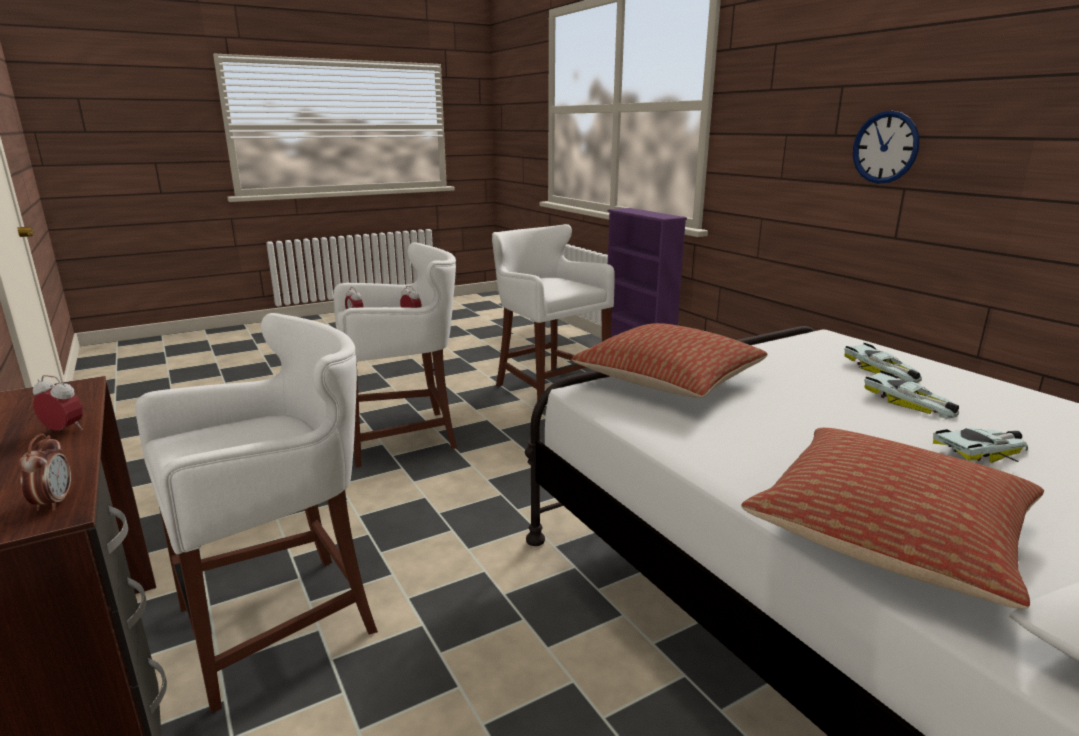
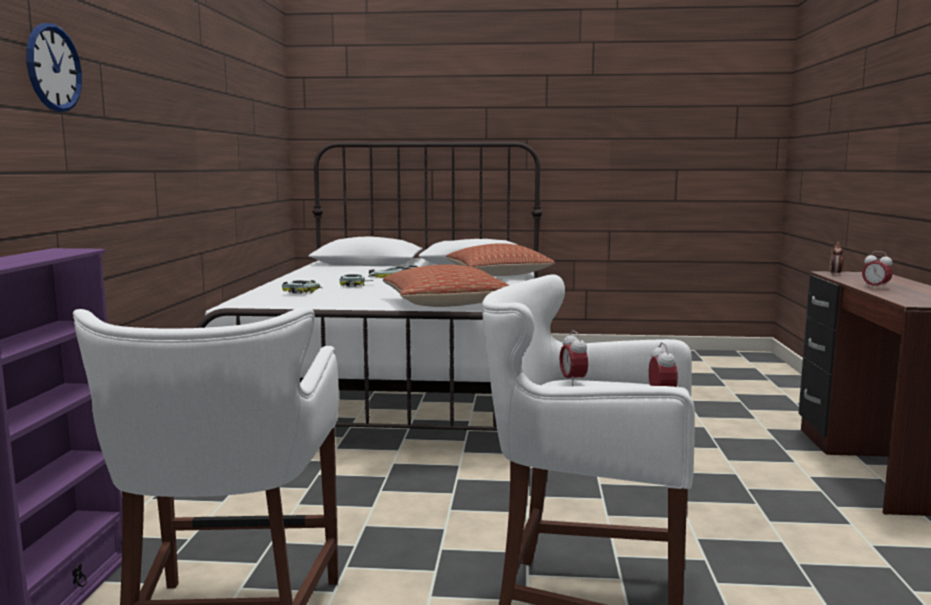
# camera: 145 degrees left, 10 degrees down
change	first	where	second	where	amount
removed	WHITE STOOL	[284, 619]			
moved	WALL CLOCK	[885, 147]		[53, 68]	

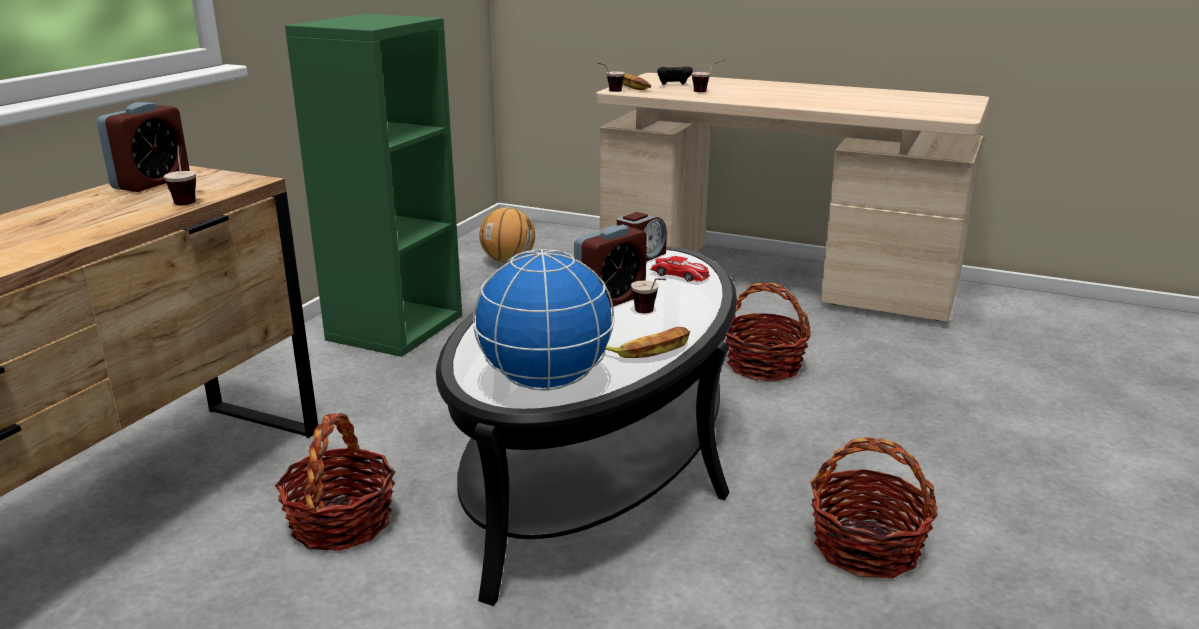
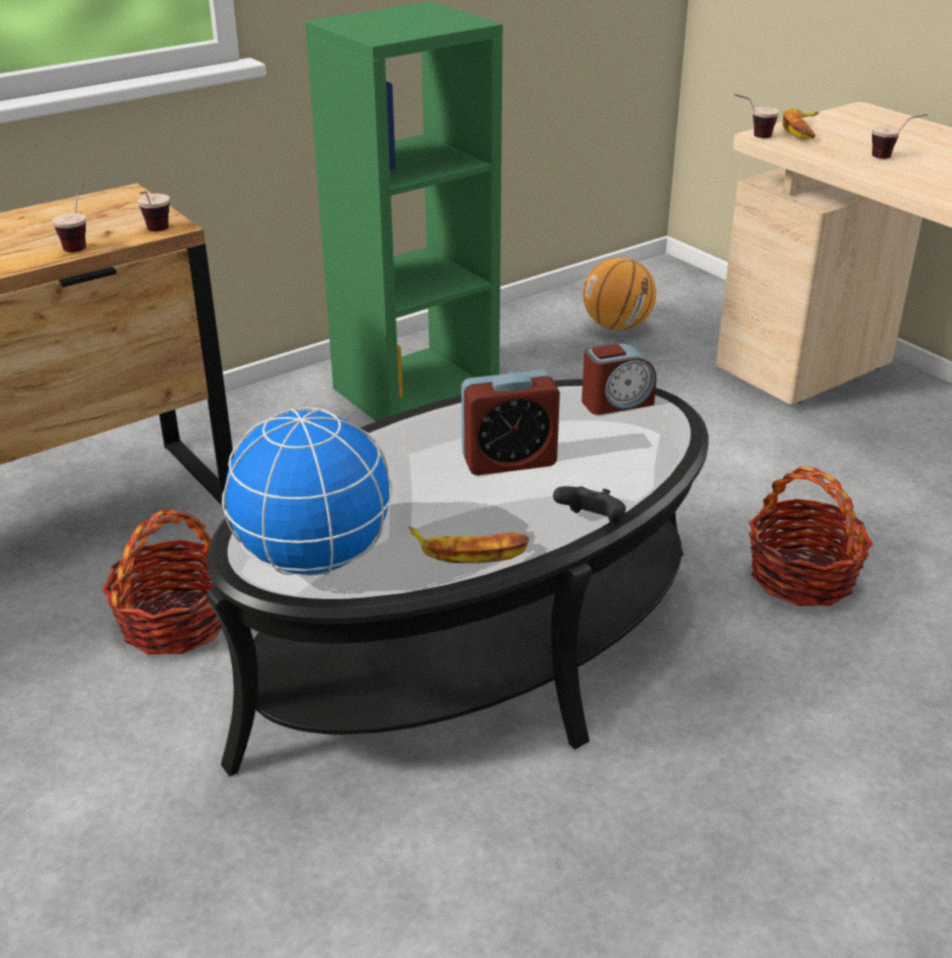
# camera: 30 degrees right, 10 degrees up
change	first	where	second	where	amount
removed	ALARM CLOCK	[151, 183]			
removed	TOY CAR	[680, 275]			
removed	BASKET	[866, 548]			
moved	CUP	[650, 314]		[155, 233]	
moved	BLACK GAME CONTROLLER	[673, 85]		[591, 522]	

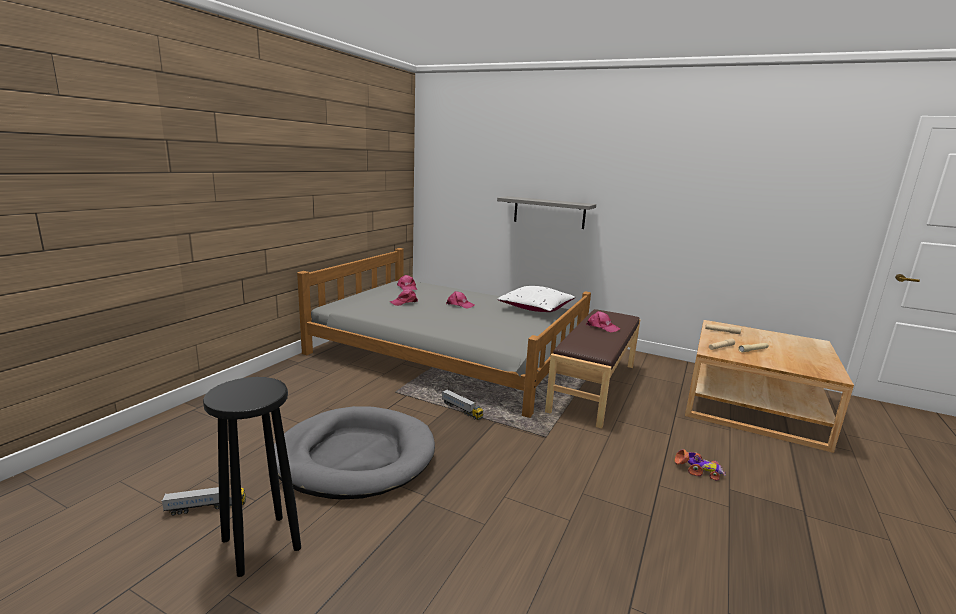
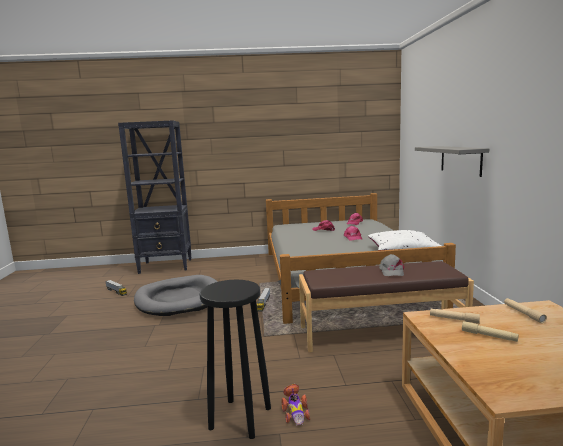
# camera: 60 degrees right, 5 degrees down
change	first	where	second	where	amount
added			BLACK BOOKCASE	[166, 266]	
moved	BLACK STOOL	[261, 545]		[240, 418]	
recoloured	PINK CAP	[602, 327]	GREY CAP	[391, 271]	

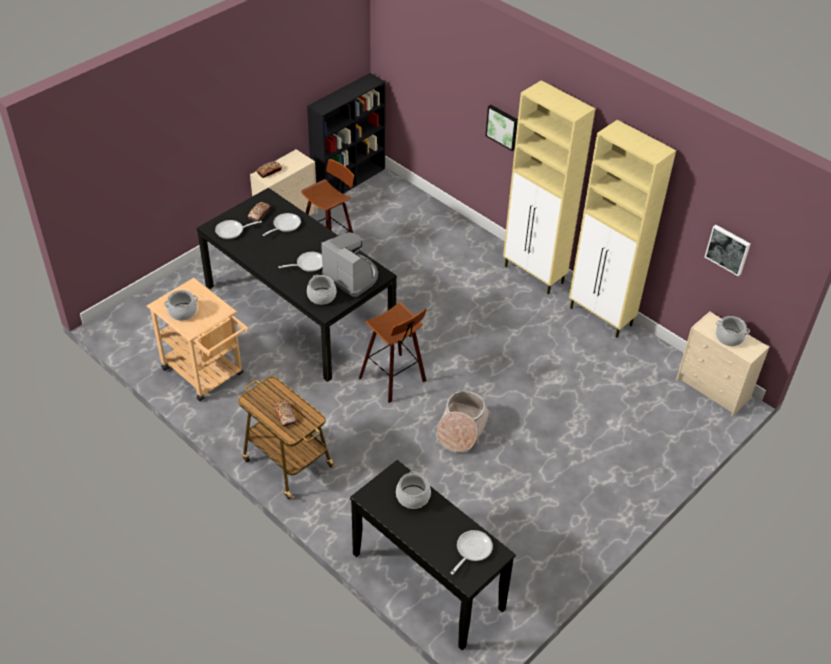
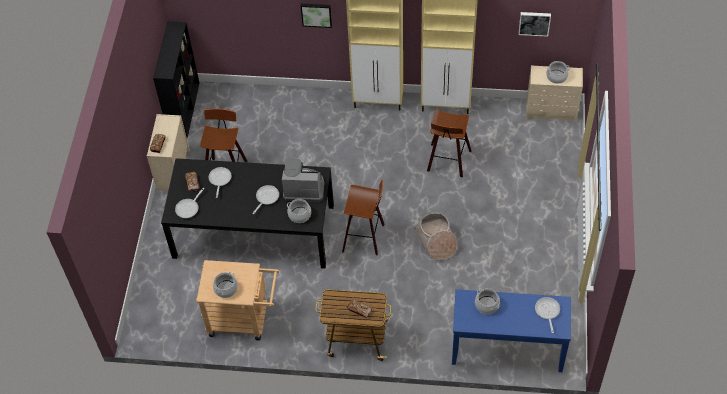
# camera: 35 degrees left, 10 degrees up
change	first	where	second	where	amount
added			STOOL	[448, 162]	
recoloured	BLACK CONSOLE TABLE	[427, 581]	BLUE CONSOLE TABLE	[507, 348]	

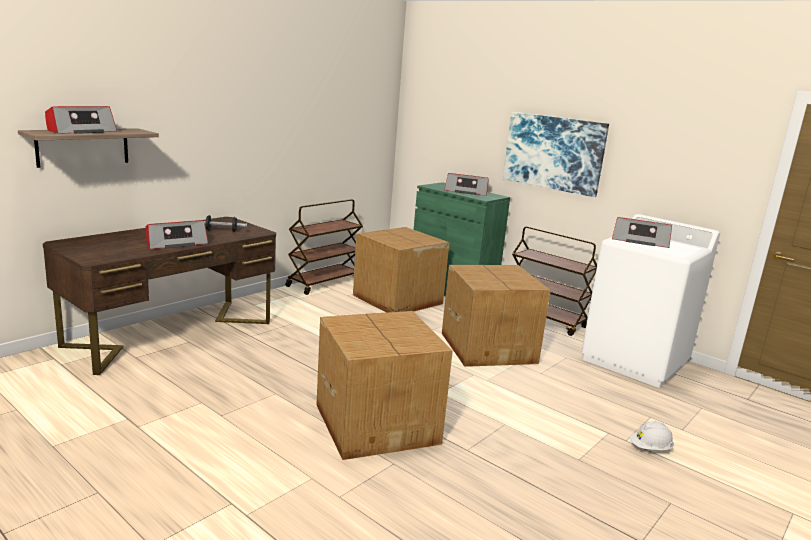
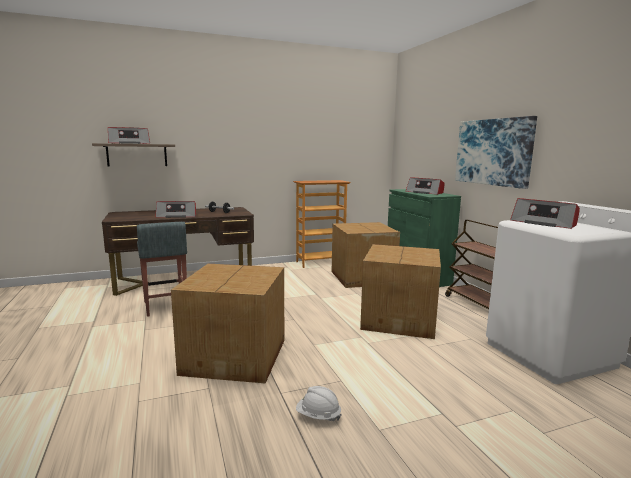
# camera: 30 degrees right, 5 degrees down
change	first	where	second	where	amount
added			GREY STOOL	[165, 306]	
moved	WHITE HARD HAT	[650, 448]		[318, 416]	
replaced	BROWN CART	[324, 283]	BOOKCASE	[320, 262]	

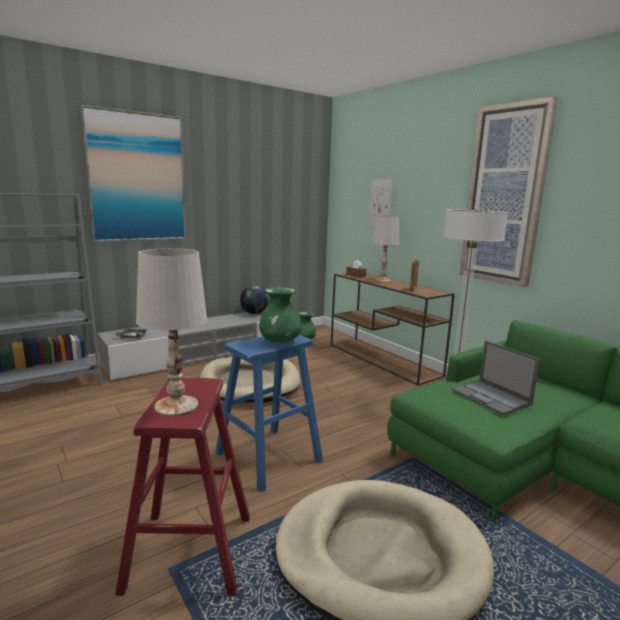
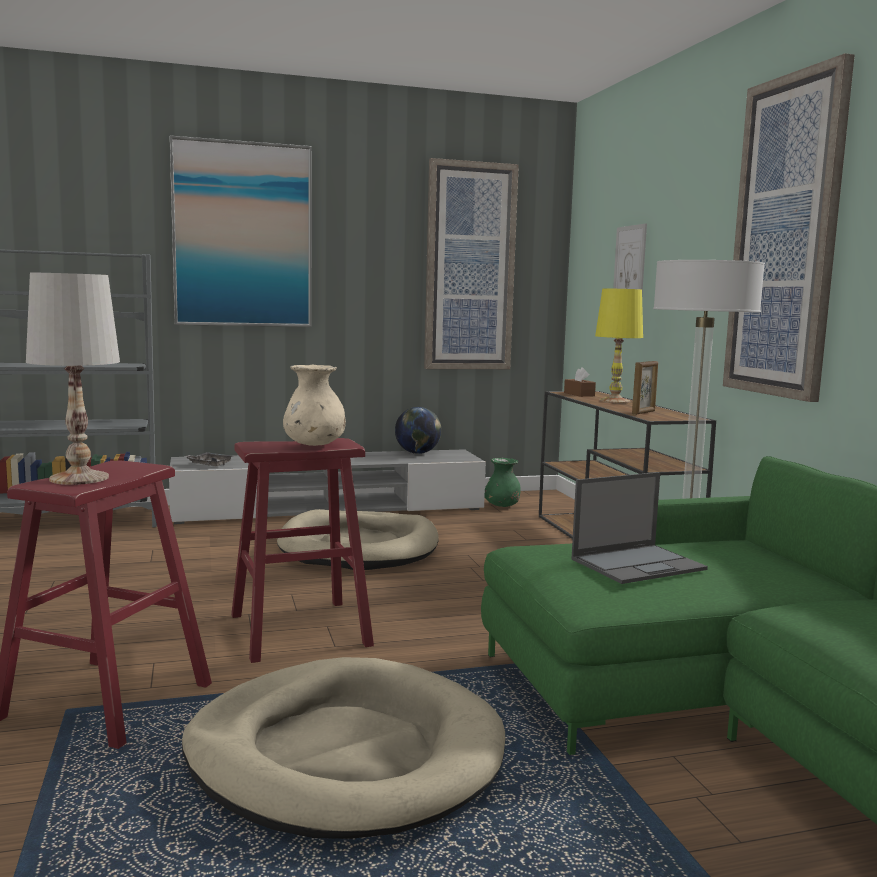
# camera: 20 degrees right, 5 degrees down
change	first	where	second	where	amount
added			PICTURE	[469, 267]	
recoloured	BLUE STOOL	[268, 457]	RED STOOL	[300, 630]	
recoloured	GREEN VASE	[280, 341]	BEIGE VASE	[314, 445]	
recoloured	WHITE TABLE LAMP	[382, 280]	YELLOW TABLE LAMP	[615, 401]	
turned	LAPTOP	[491, 397]		[639, 564]	105 degrees counterclockwise

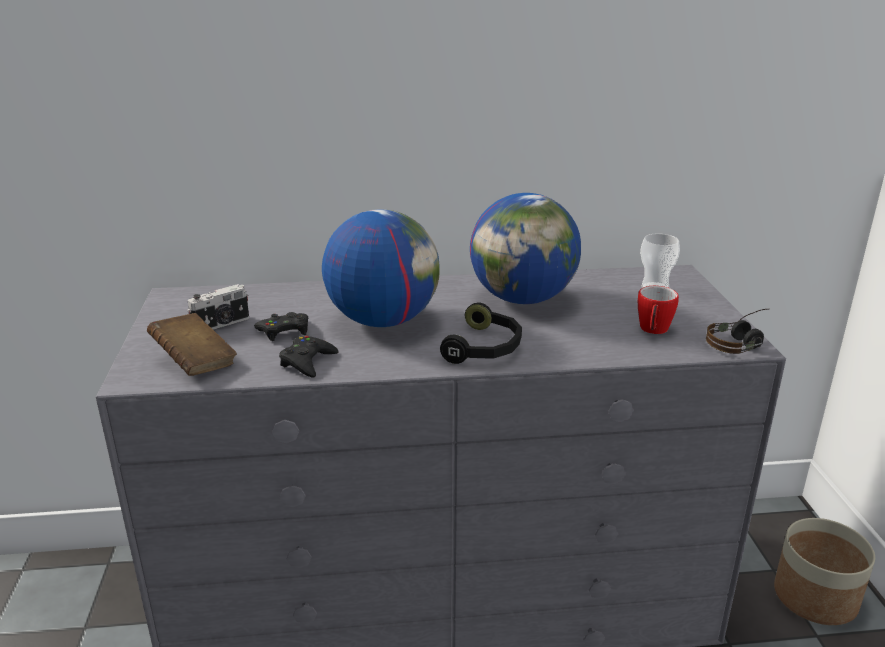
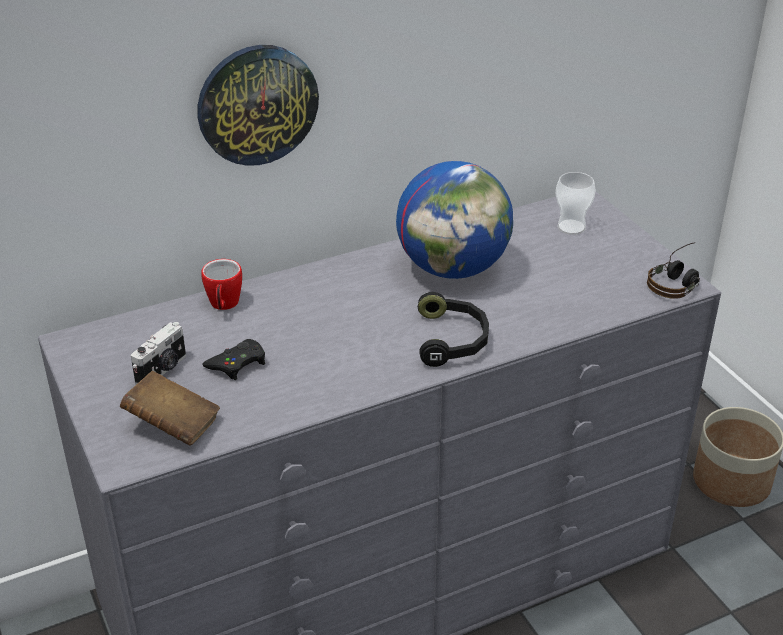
# camera: 20 degrees left, 10 degrees up
change	first	where	second	where	amount
removed	BLACK GAME CONTROLLER	[307, 362]			
removed	GLOBE	[382, 320]			
added			WALL CLOCK	[257, 104]	
moved	MUG	[653, 331]		[224, 306]	

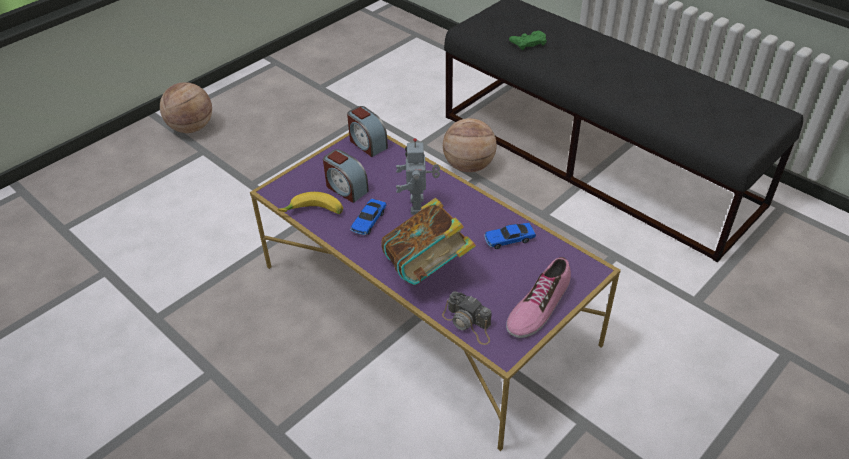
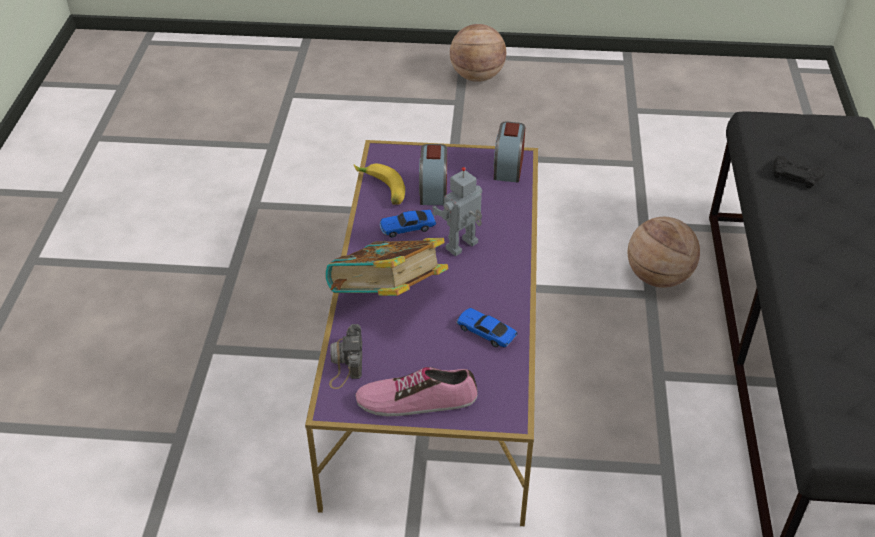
# camera: 50 degrees right, 0 degrees up
change	first	where	second	where	amount
recoloured	GREEN GAME CONTROLLER	[528, 43]	BLACK GAME CONTROLLER	[795, 175]	

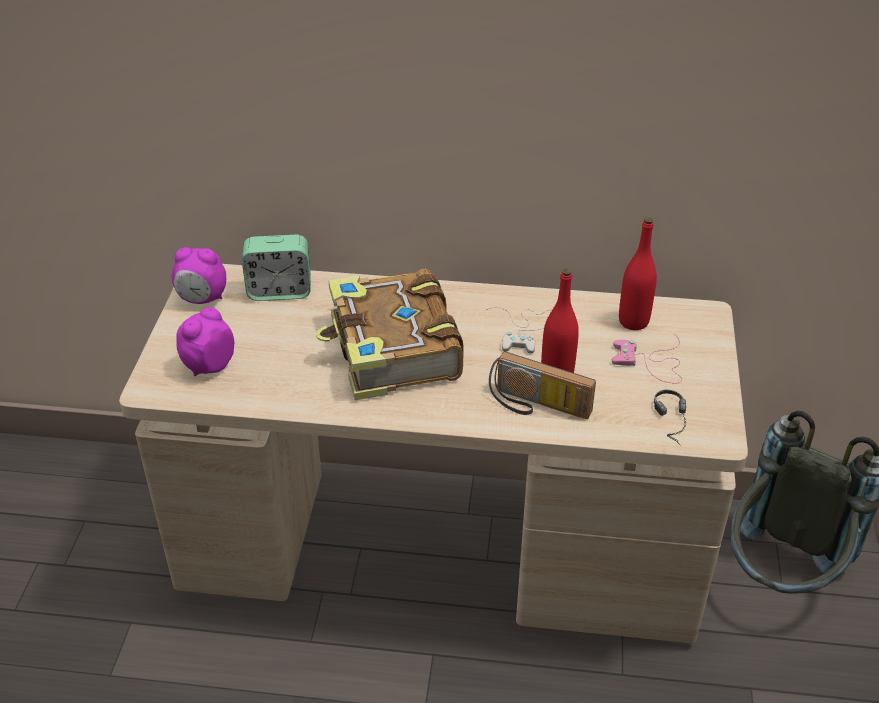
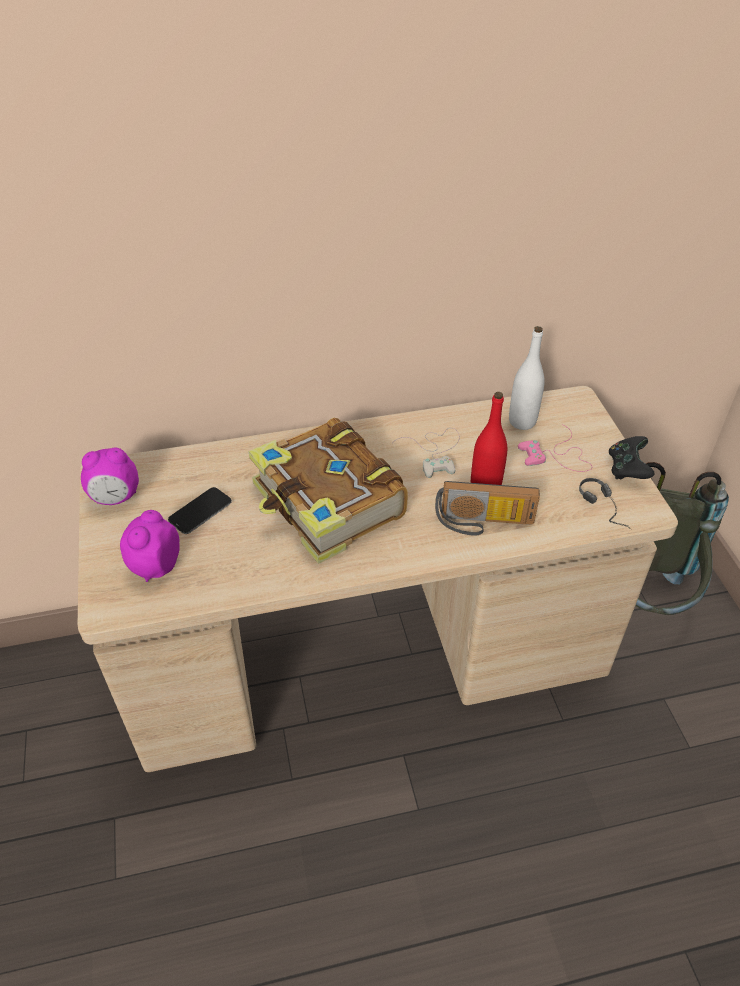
# camera: 20 degrees left, 5 degrees up
change	first	where	second	where	amount
removed	ALARM CLOCK	[279, 291]			
added			PHONE	[200, 511]	
added			BLACK GAME CONTROLLER	[627, 469]	
recoloured	RED BOTTLE	[633, 321]	WHITE BOTTLE	[522, 421]	

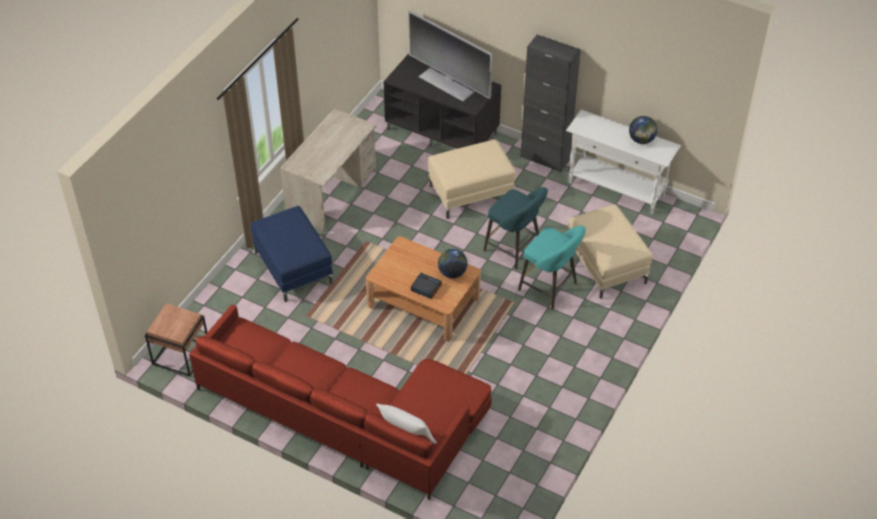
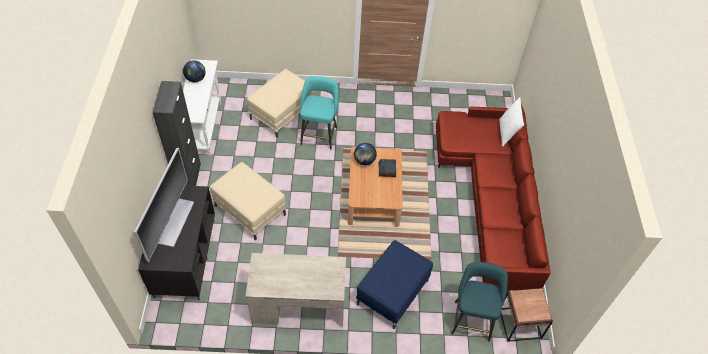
# camera: 120 degrees left, 5 degrees up
change	first	where	second	where	amount
moved	TURQUOISE STOOL	[515, 249]		[472, 318]	

